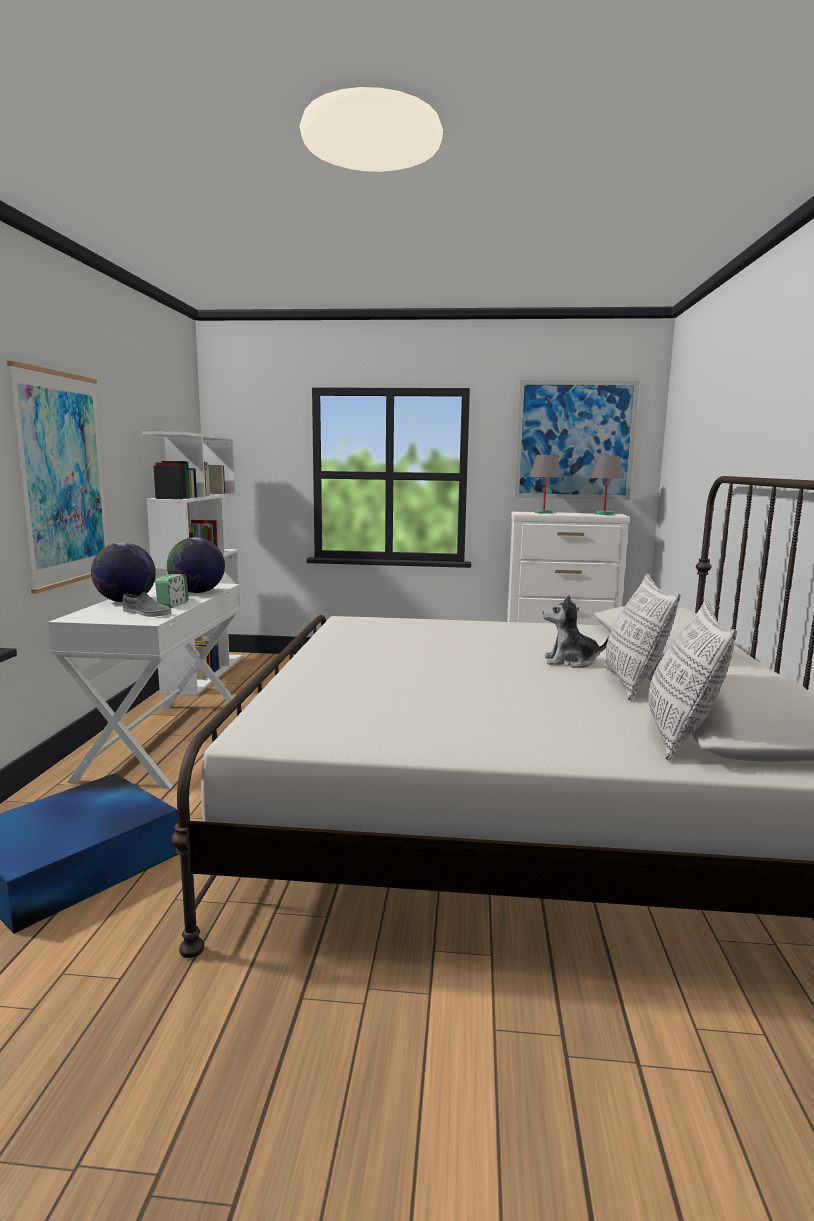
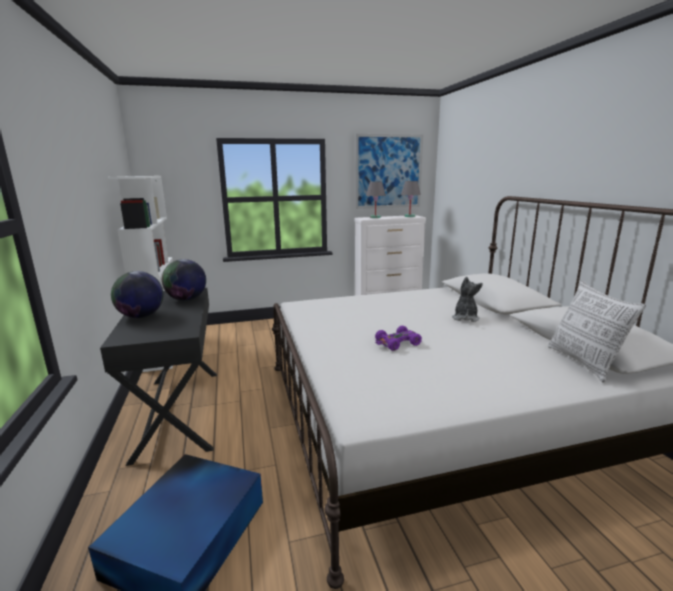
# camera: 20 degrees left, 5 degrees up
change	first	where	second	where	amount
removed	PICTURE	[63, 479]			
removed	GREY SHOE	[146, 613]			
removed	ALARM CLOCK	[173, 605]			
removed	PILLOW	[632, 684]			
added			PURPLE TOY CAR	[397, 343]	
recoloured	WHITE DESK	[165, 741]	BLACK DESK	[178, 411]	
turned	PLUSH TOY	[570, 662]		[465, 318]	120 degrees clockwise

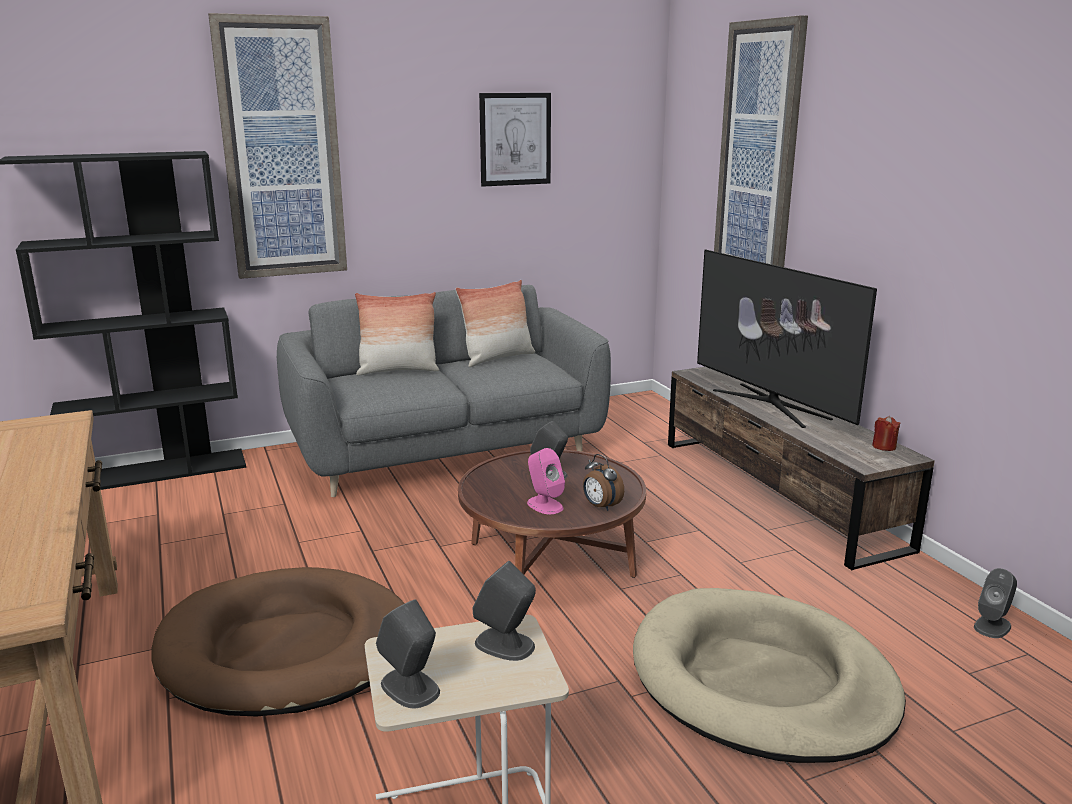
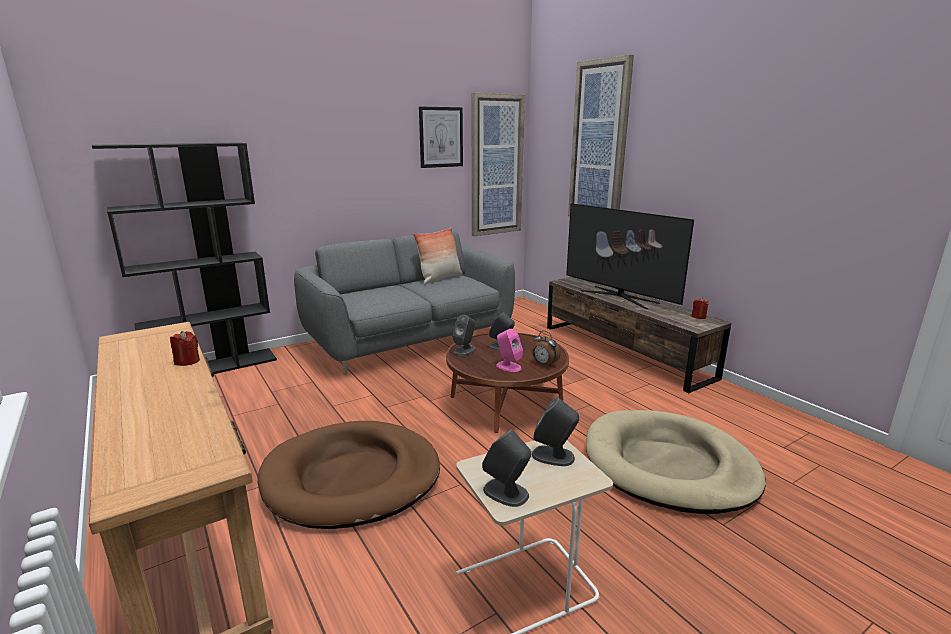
# camera: 10 degrees left, 0 degrees up
change	first	where	second	where	amount
removed	PILLOW	[398, 371]			
added			RED CANDLE	[187, 361]	
moved	PICTURE	[281, 150]		[496, 166]	
moved	GREY SPEAKER	[992, 626]		[465, 350]	

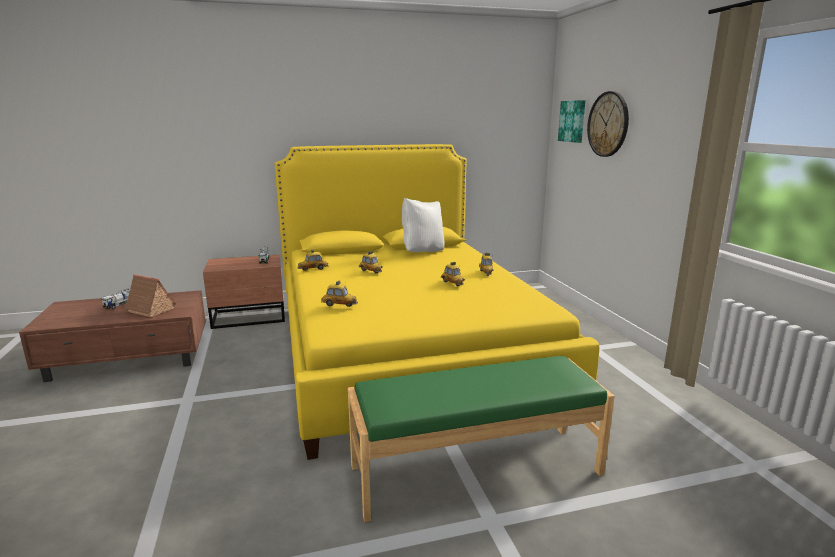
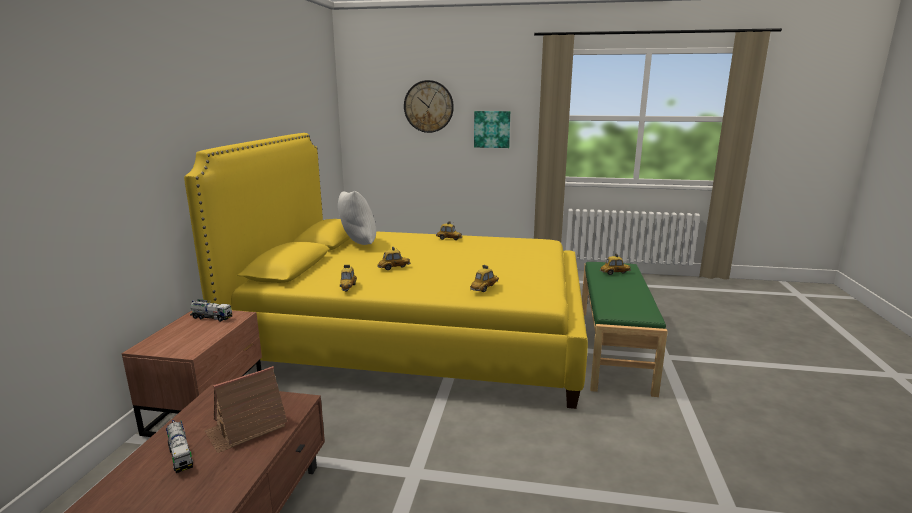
# camera: 65 degrees left, 0 degrees up
change	first	where	second	where	amount
moved	TOY CAR	[452, 283]		[615, 273]	
moved	PICTURE	[572, 121]		[492, 129]	

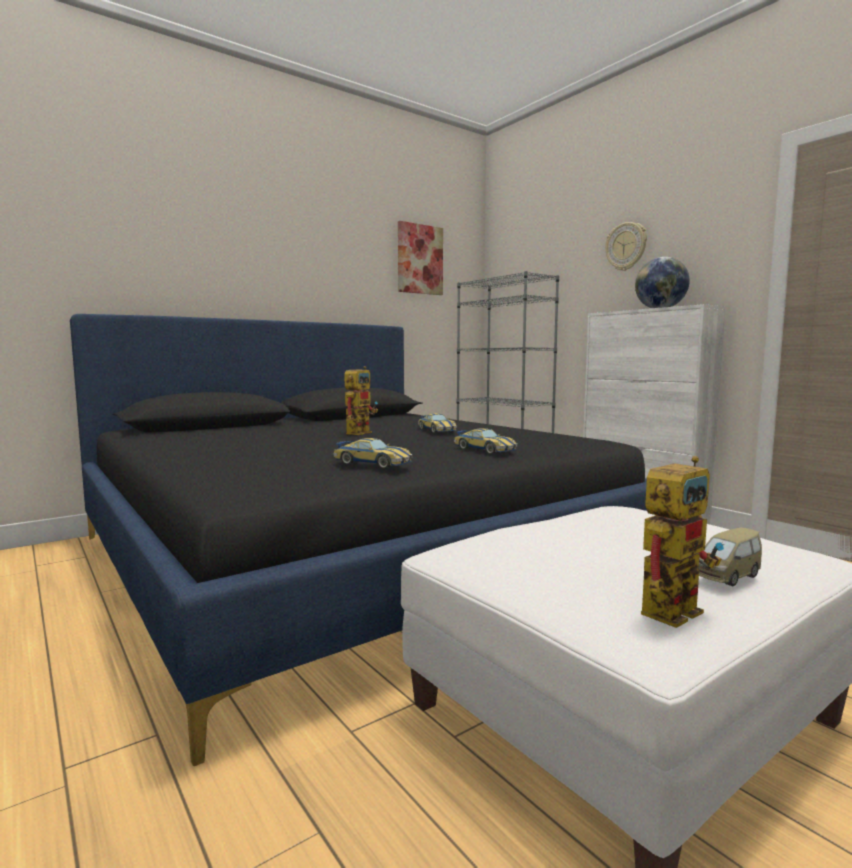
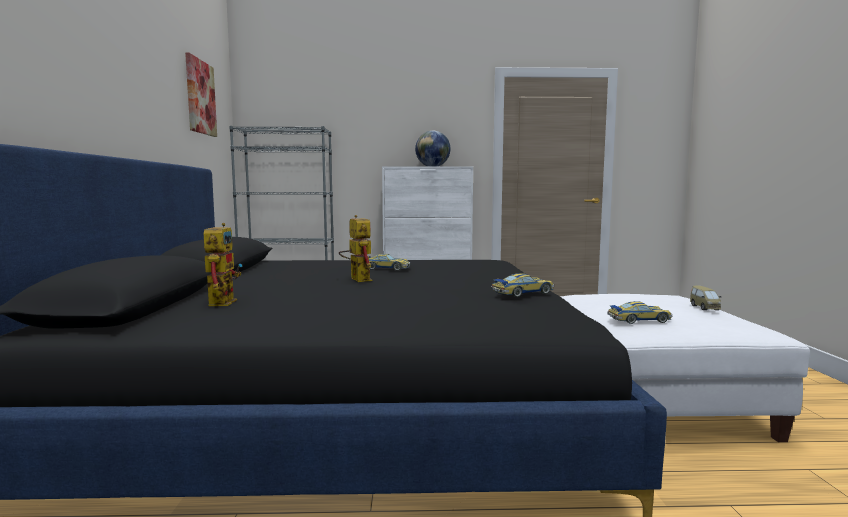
# camera: 55 degrees left, 0 degrees up
change	first	where	second	where	amount
removed	WALL CLOCK	[626, 246]			
moved	TOY CAR	[484, 449]		[639, 320]	
moved	TOY ROBOT	[673, 607]		[222, 301]	

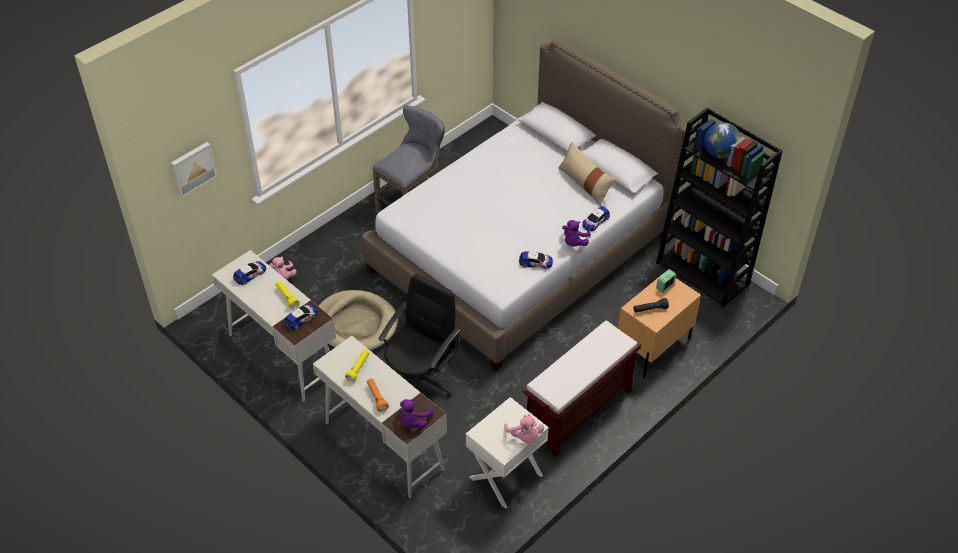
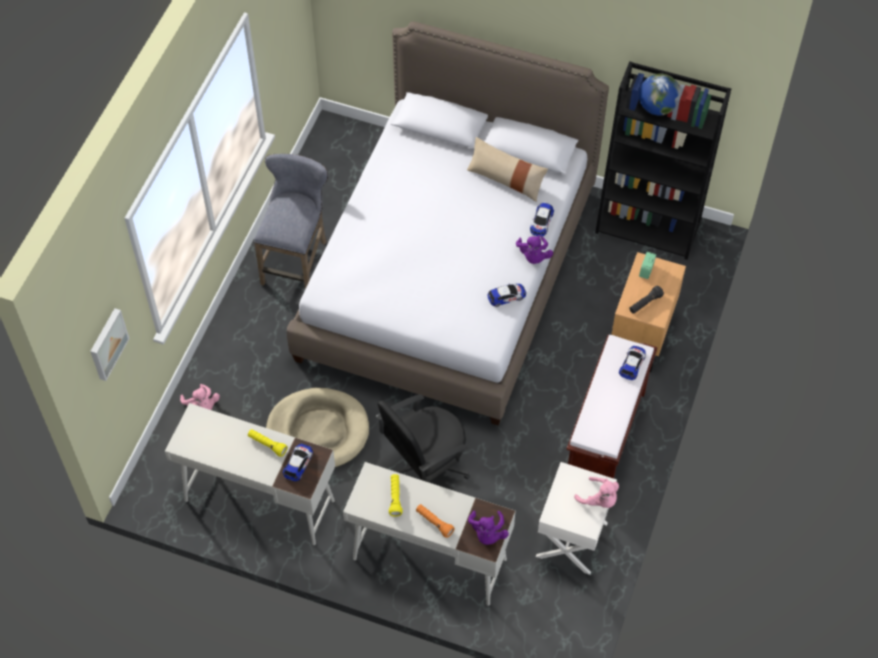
# camera: 25 degrees left, 10 degrees up
change	first	where	second	where	amount
moved	TOY CAR	[250, 274]		[632, 364]	
turned	BLACK OFFICE CHAIR	[420, 379]		[424, 467]	135 degrees counterclockwise

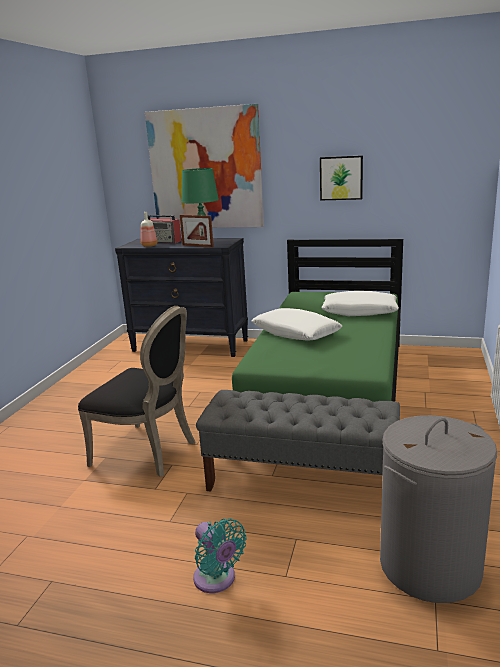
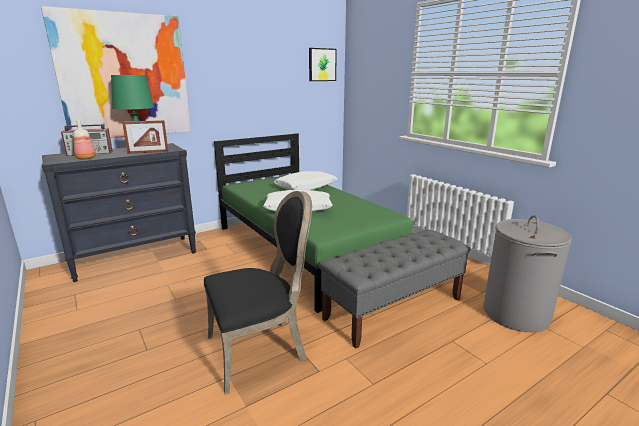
# camera: 50 degrees left, 0 degrees up
change	first	where	second	where	amount
removed	TURQUOISE FAN	[217, 580]			
moved	PICTURE	[341, 178]		[322, 64]	

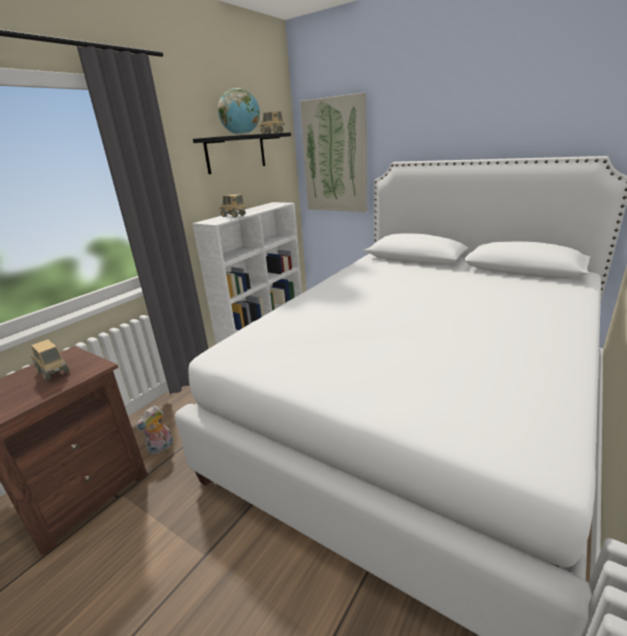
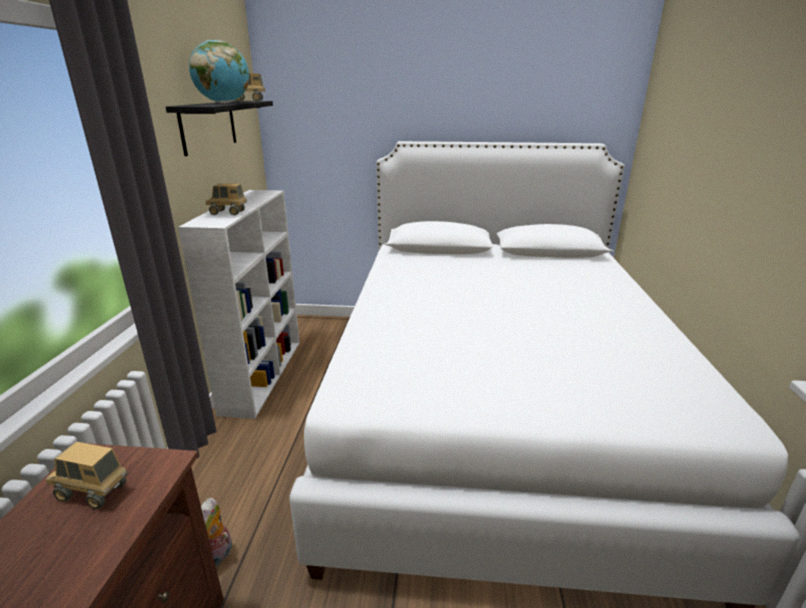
# camera: 30 degrees left, 0 degrees up
change	first	where	second	where	amount
removed	PICTURE	[335, 156]			

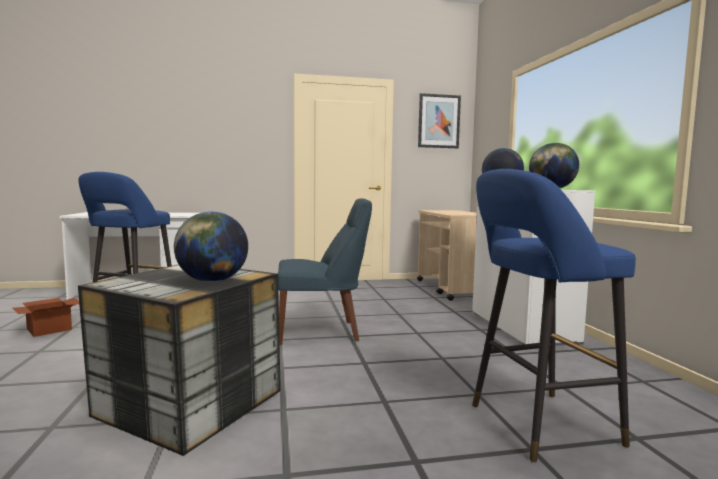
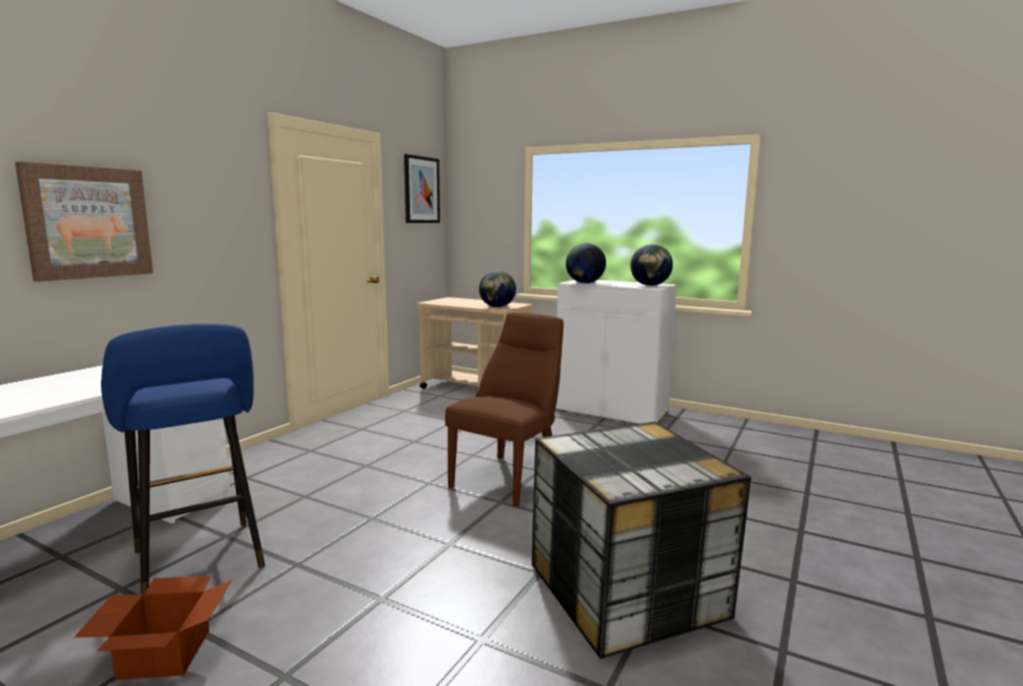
# camera: 50 degrees left, 5 degrees up
change	first	where	second	where	amount
removed	BLUE STOOL	[536, 425]			
added			PICTURE	[88, 222]	
moved	GLOBE	[212, 281]		[497, 307]	
recoloured	BLUE CHAIR	[322, 332]	BROWN CHAIR	[509, 477]	

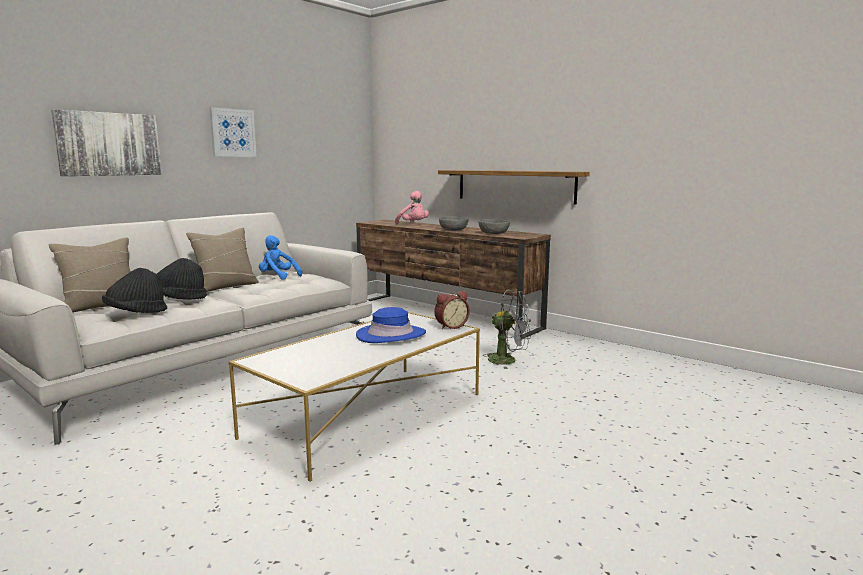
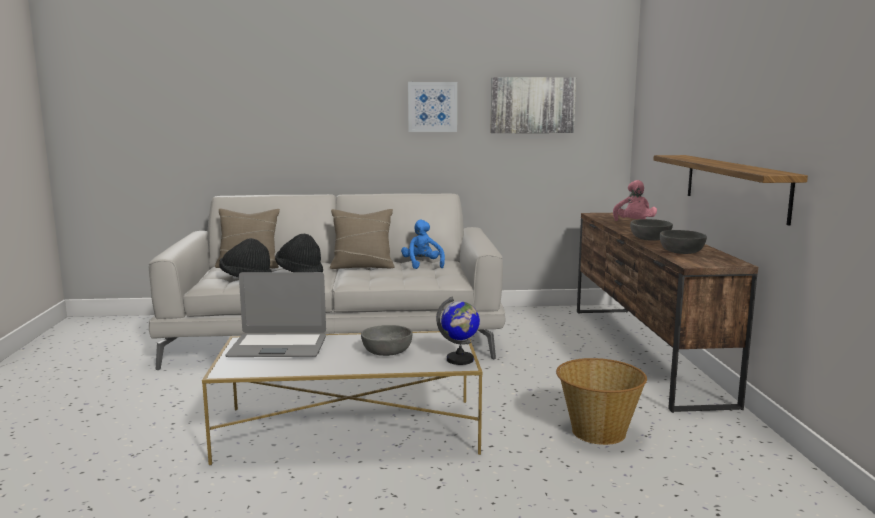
# camera: 45 degrees right, 0 degrees up
change	first	where	second	where	amount
added			LAPTOP	[278, 347]	
moved	PICTURE	[109, 144]		[532, 105]	
replaced	BLUE HAT	[391, 335]	GREY BOWL	[386, 351]	
replaced	ALARM CLOCK	[450, 326]	GLOBE	[460, 360]	
replaced	GREY FAN	[508, 361]	BASKET	[597, 431]	

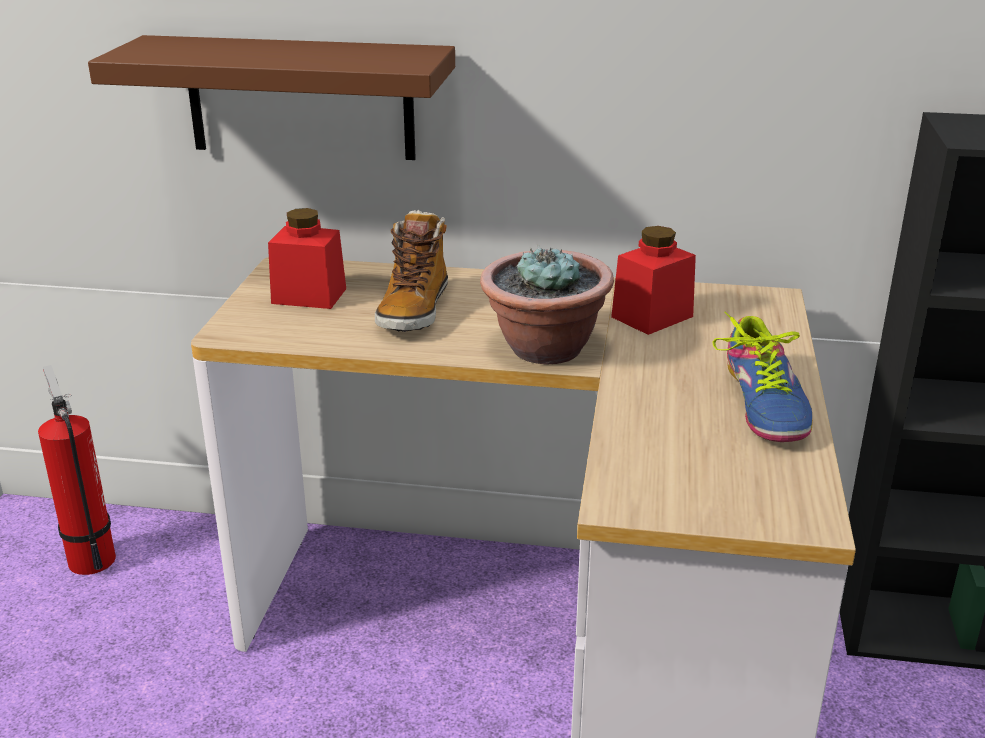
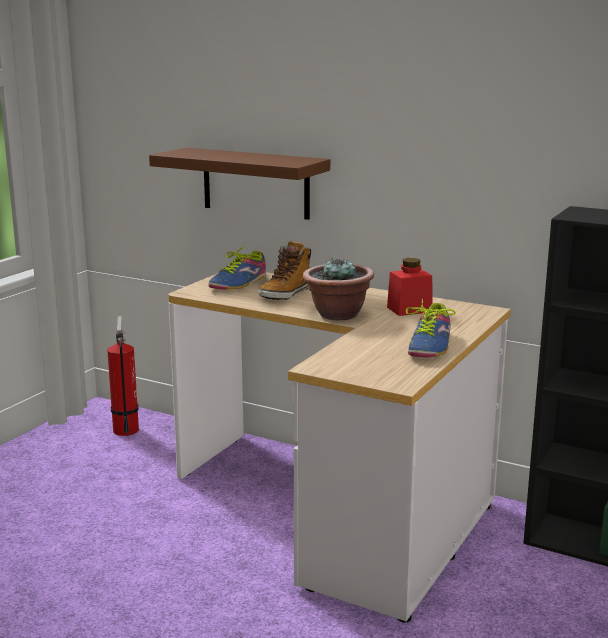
# camera: 20 degrees right, 10 degrees down
change	first	where	second	where	amount
replaced	RED JAR	[309, 296]	SHOE	[239, 283]	

